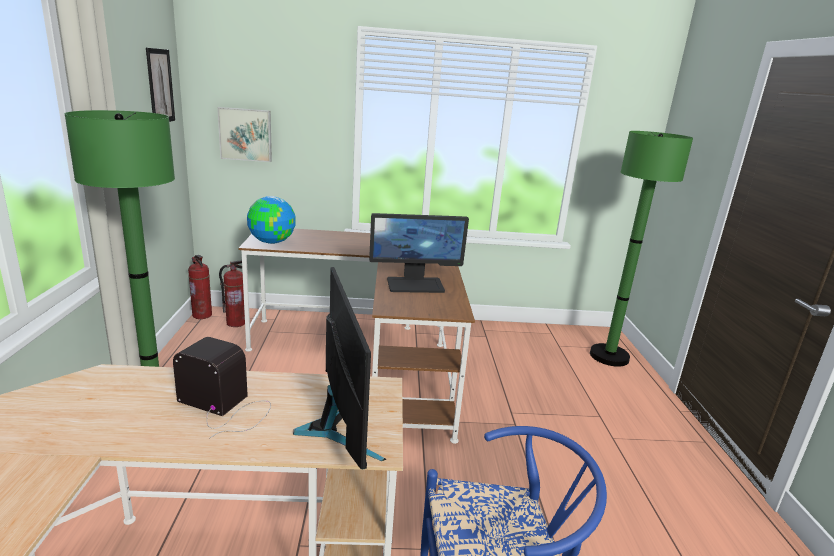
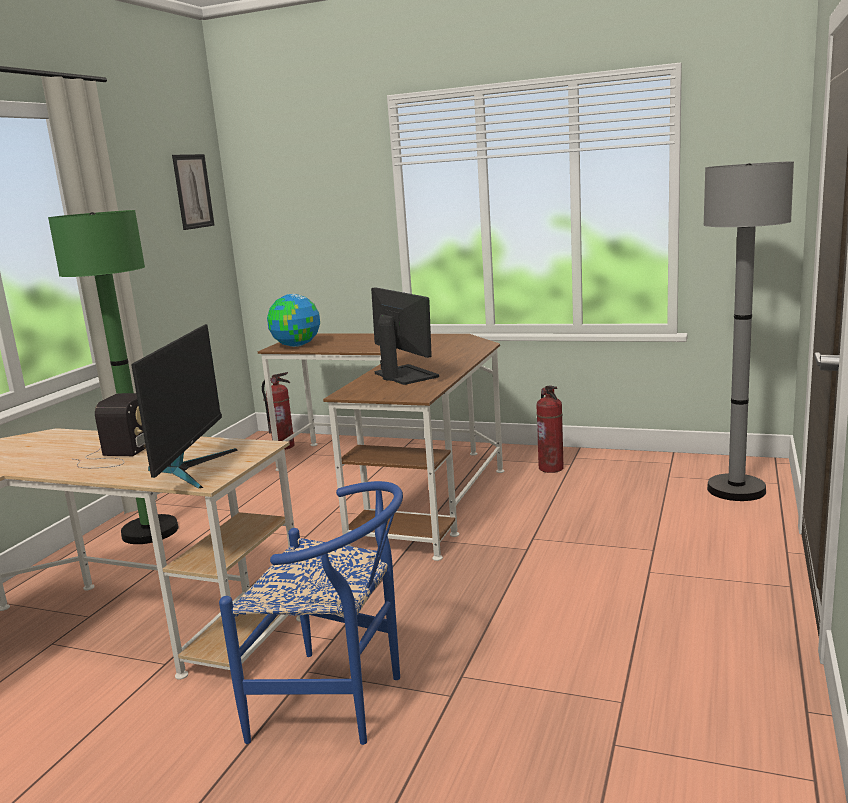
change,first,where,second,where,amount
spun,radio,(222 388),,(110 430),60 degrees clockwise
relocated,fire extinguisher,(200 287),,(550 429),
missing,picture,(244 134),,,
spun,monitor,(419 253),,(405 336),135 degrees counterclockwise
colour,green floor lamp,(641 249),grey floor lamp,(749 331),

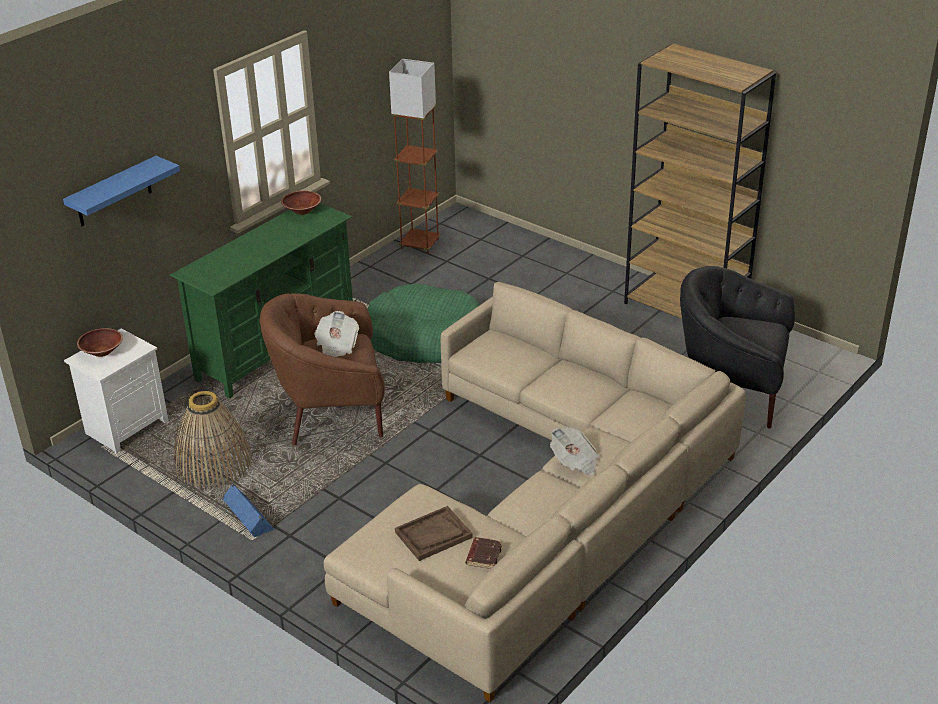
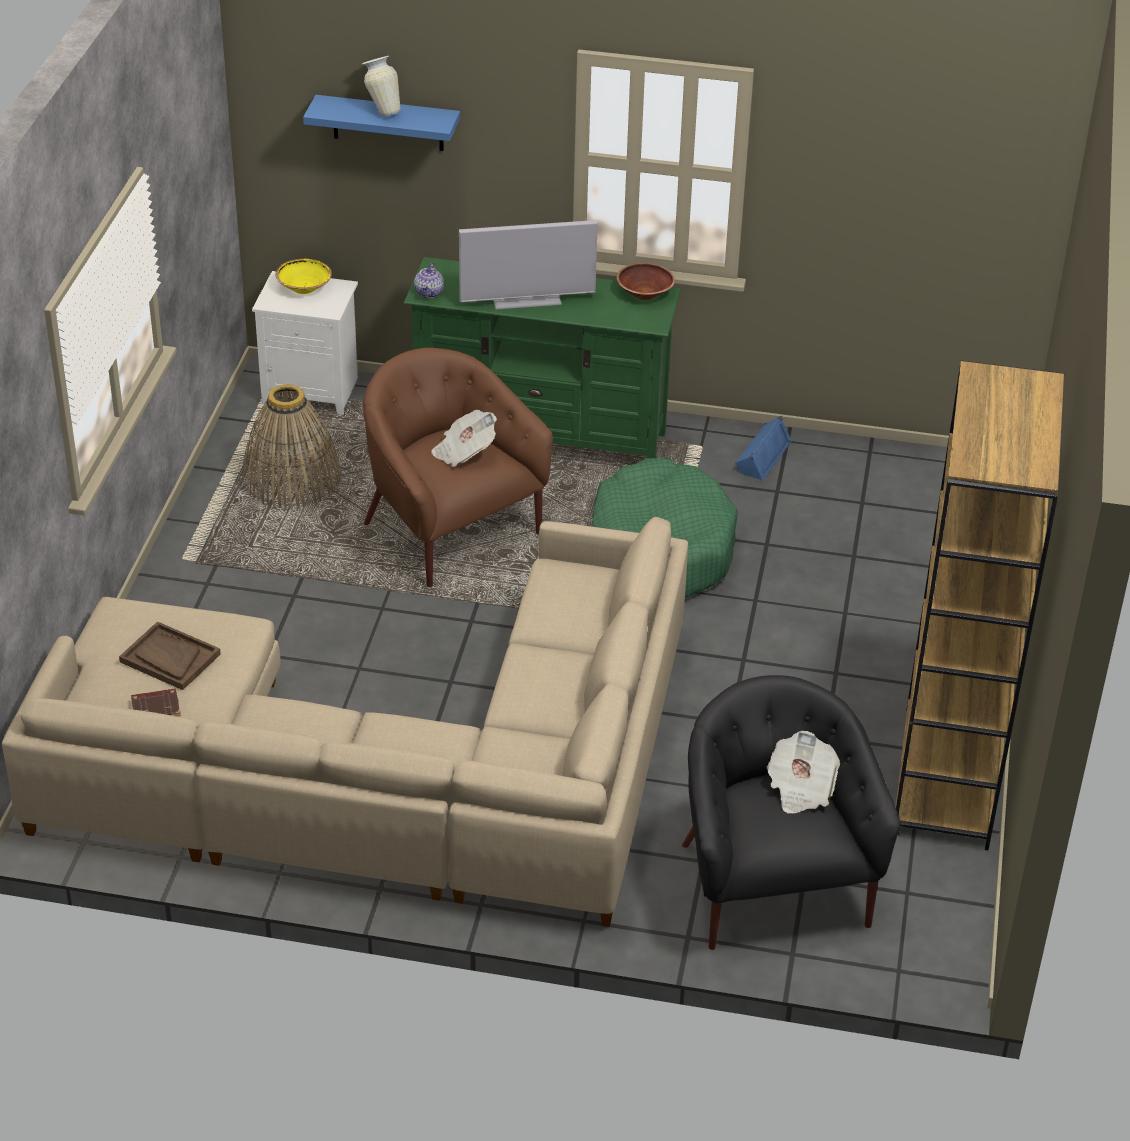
change,first,where,second,where,amount
colour,brown bowl,(100 342),yellow bowl,(304 276),
relocated,blue speaker,(248 510),,(763 448),
missing,brown floor lamp,(415 156),,,
relocated,newspaper,(575 451),,(803 772),
appeared,,,vase,(381 86),
appeared,,,teapot,(429 280),
appeared,,,television,(528 264),

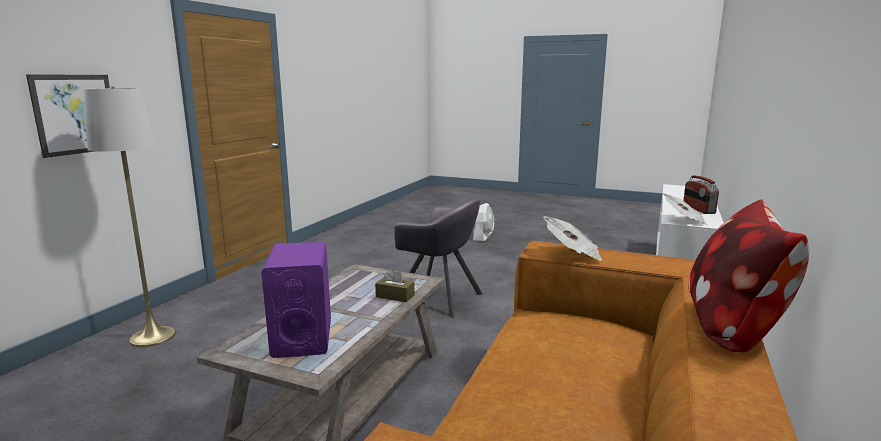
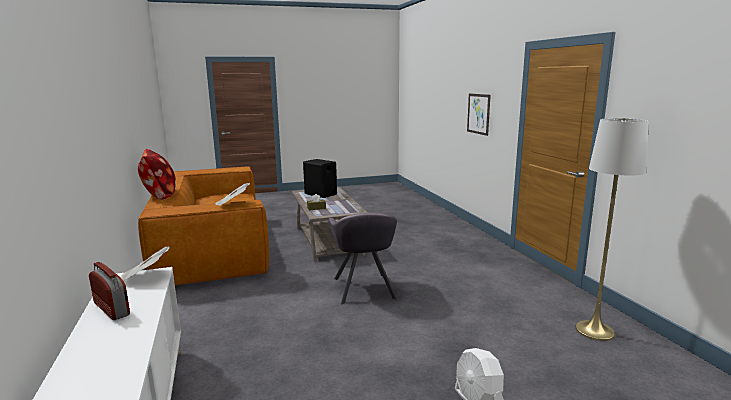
change,first,where,second,where,amount
relocated,white floor lamp,(130 217),,(612 229),
colour,purple speaker,(296 300),black speaker,(320 178),
spun,grey armchair,(438 258),,(362 258),90 degrees counterclockwise

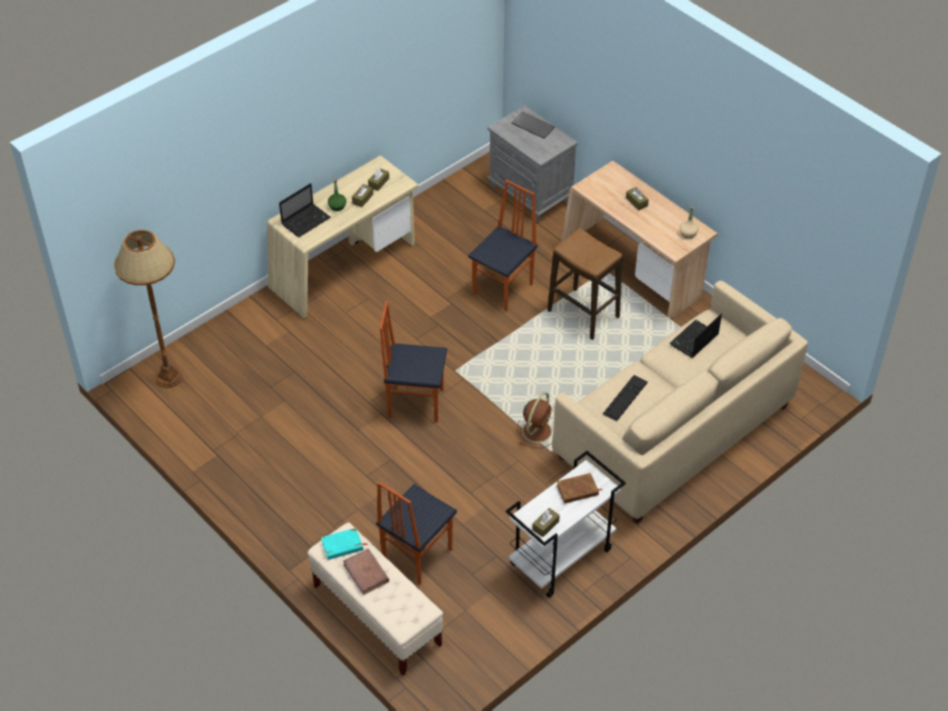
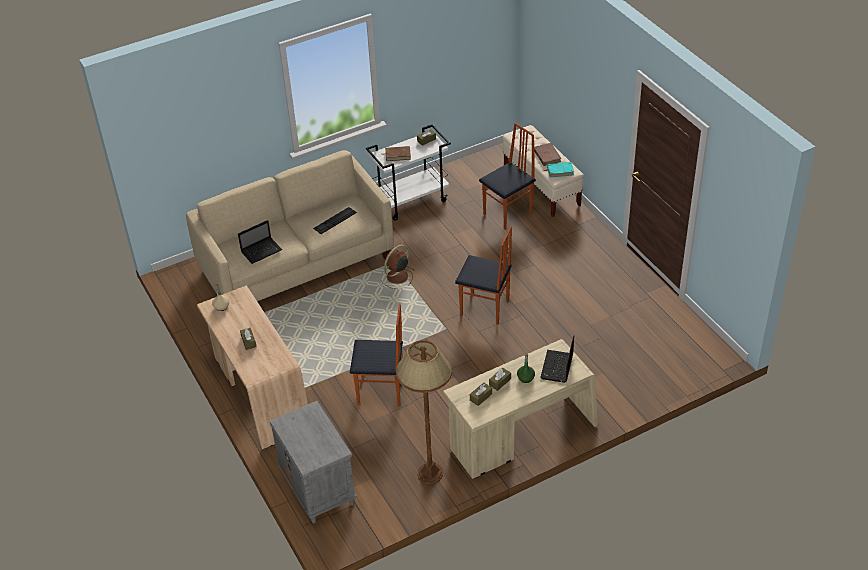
change,first,where,second,where,amount
relocated,brown floor lamp,(148 309),,(424 412),
spun,laptop,(304 210),,(557 359),45 degrees counterclockwise
spun,chair,(503 245),,(376 354),135 degrees counterclockwise
missing,keyboard,(533 125),,,
missing,stool,(585 284),,,

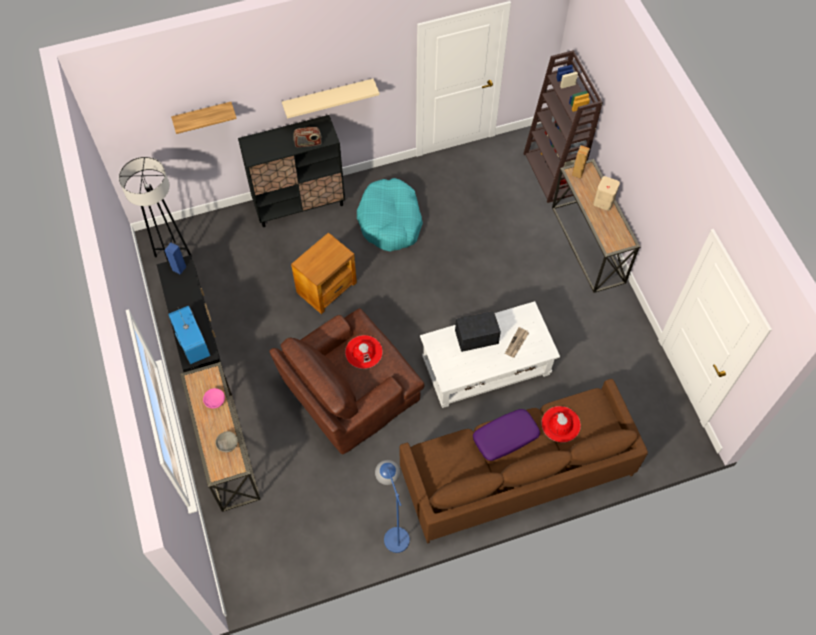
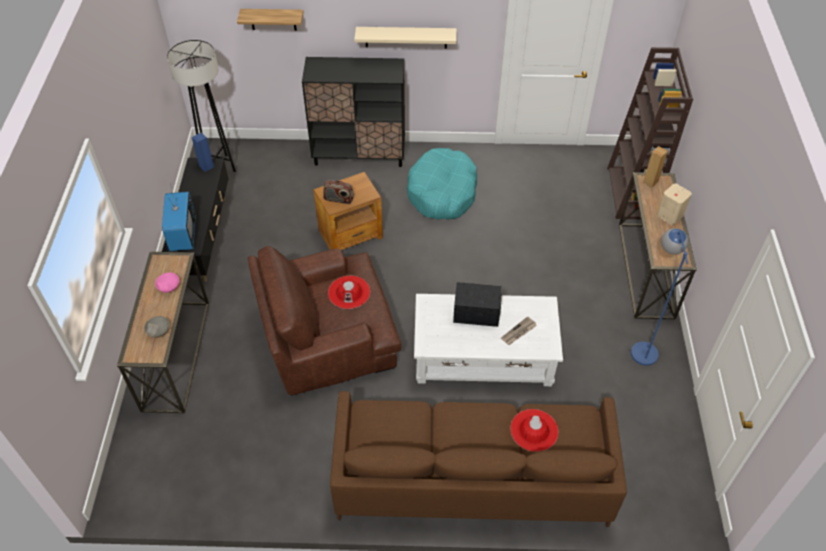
change,first,where,second,where,amount
relocated,radio,(307 137),,(338 192),
relocated,blue floor lamp,(392 506),,(660 297),
missing,purple pillow,(506 435),,,

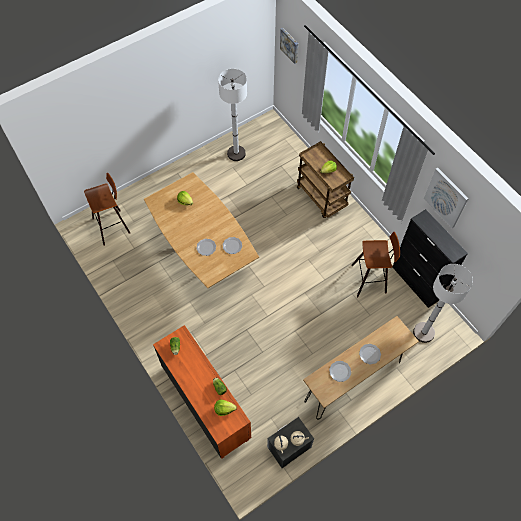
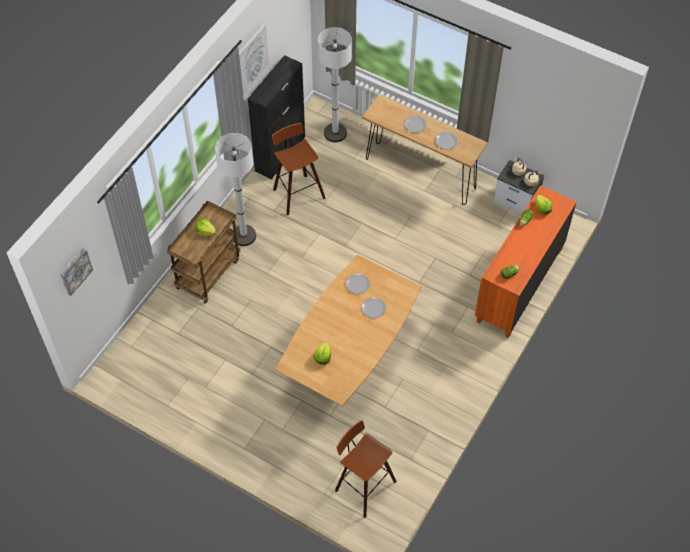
change,first,where,second,where,amount
relocated,white floor lamp,(232 115),,(235 189),

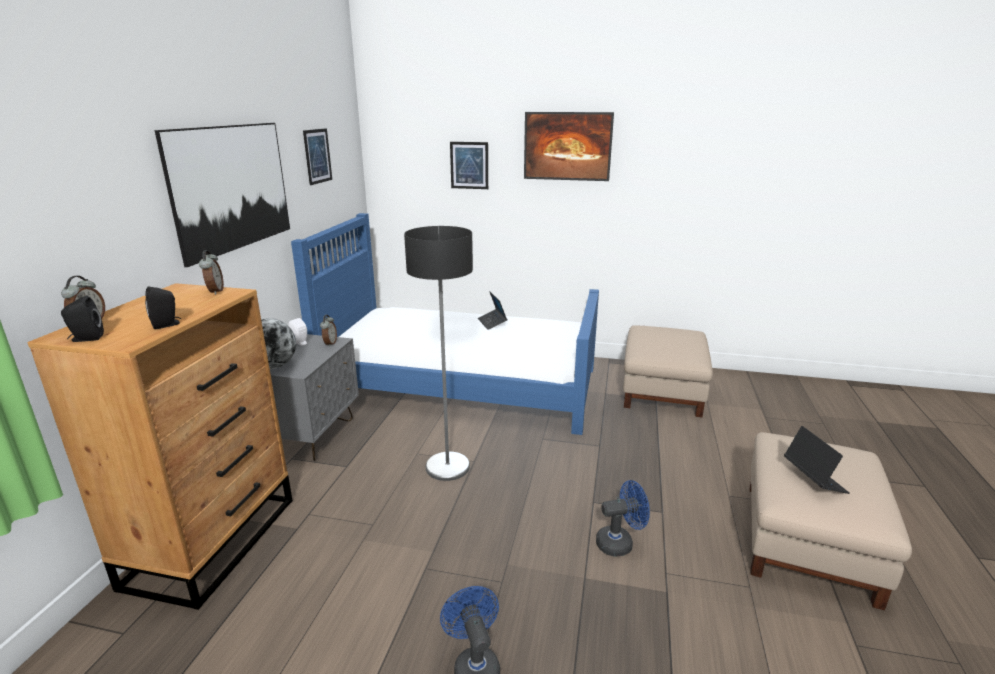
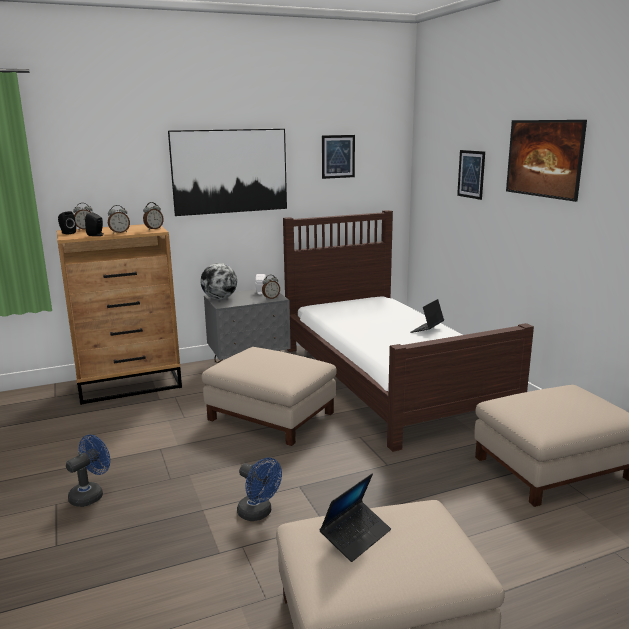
change,first,where,second,where,amount
colour,blue bed,(445 324),brown bed,(408 331),
exchanged,floor lamp,(438 353),beige ottoman,(269 396),
appeared,,,alarm clock,(119 219),

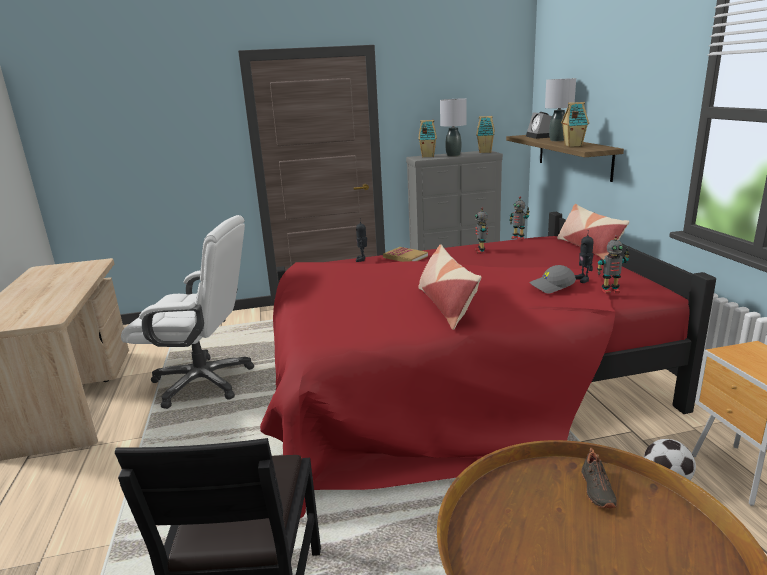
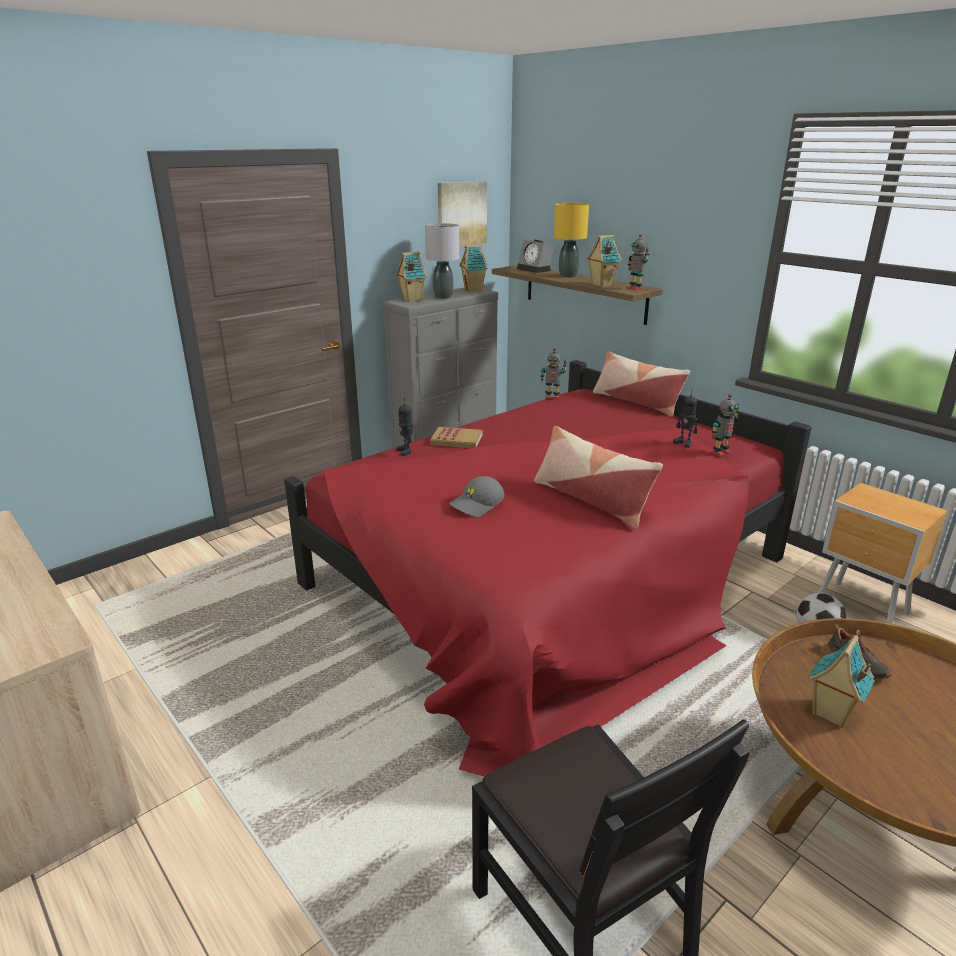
change,first,where,second,where,amount
missing,white office chair,(187 312),,,
relocated,toy robot,(481 230),,(638 262),
relocated,grey cap,(552 279),,(476 496),
colour,grey table lamp,(560 109),yellow table lamp,(571 240),
appeared,,,picture,(462 213),
appeared,,,toy house,(841 681),

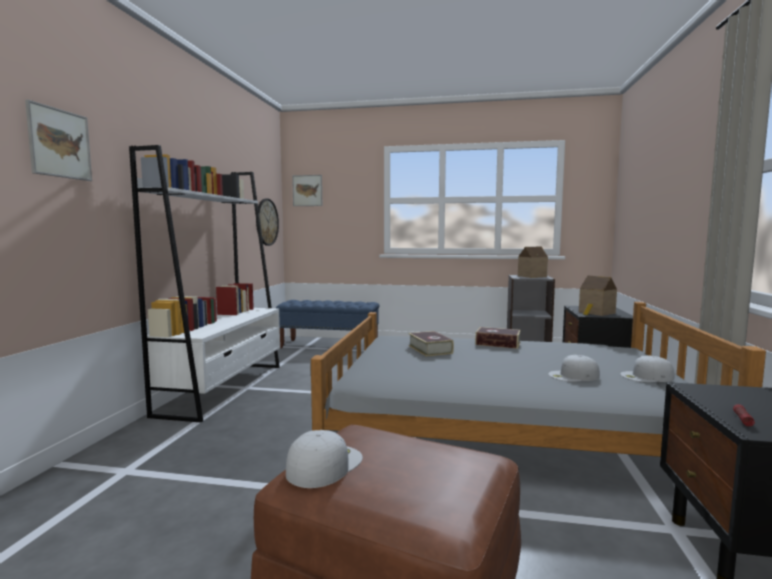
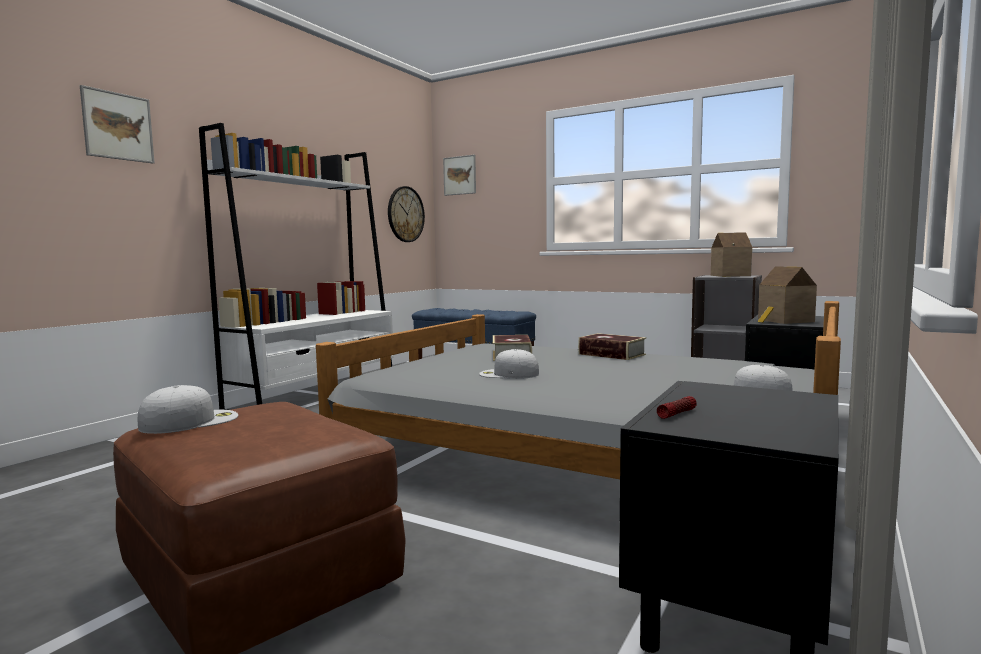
change,first,where,second,where,amount
relocated,white cap,(574 368),,(509 364),

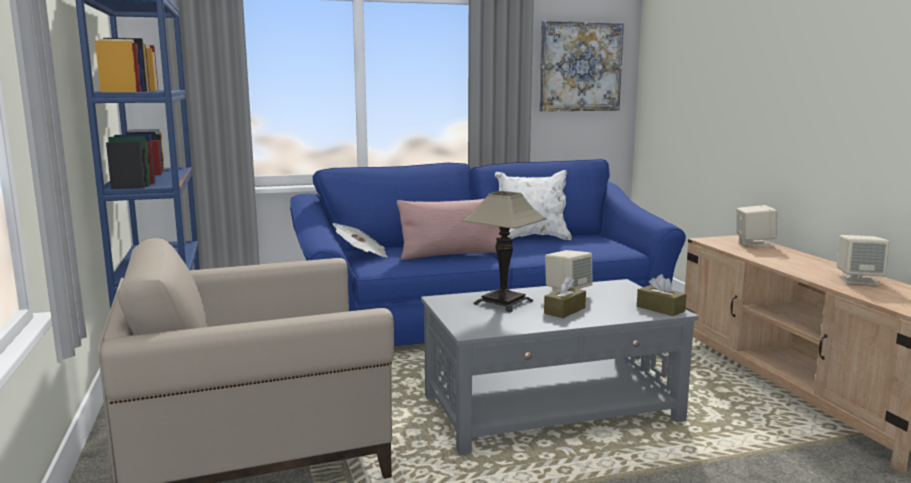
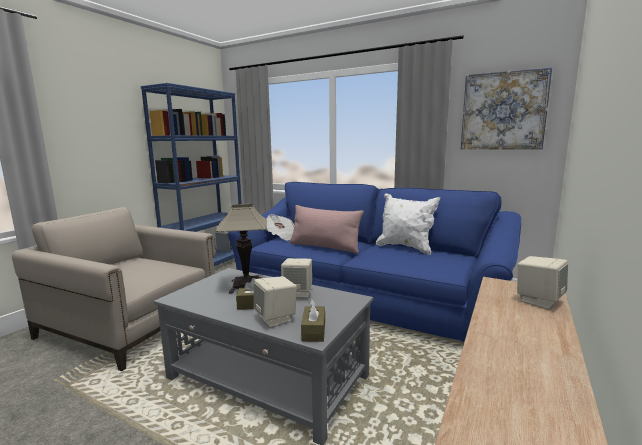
change,first,where,second,where,amount
relocated,beige speaker,(863 260),,(275 302),

